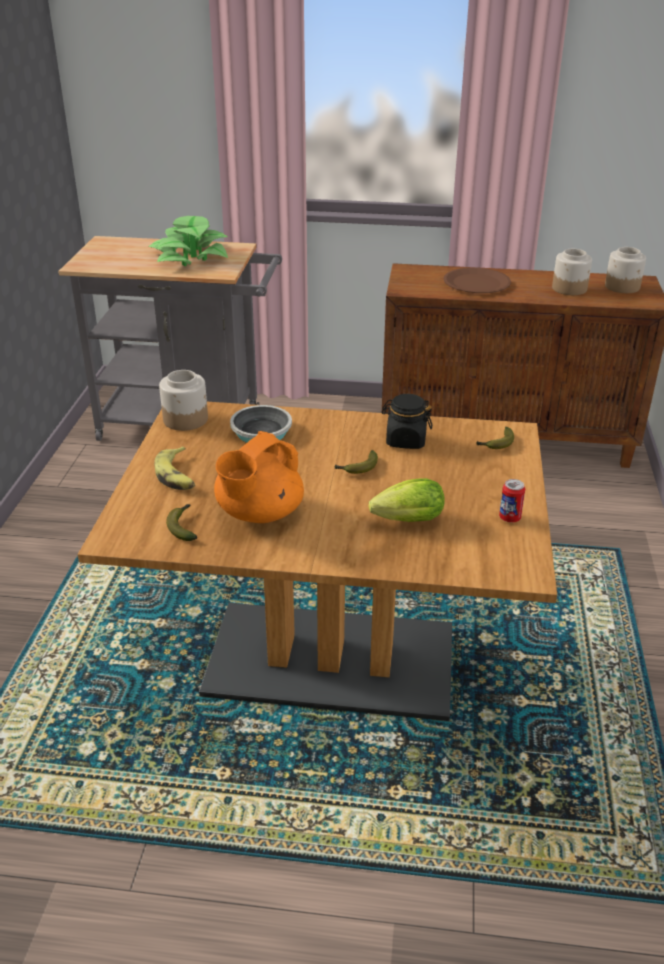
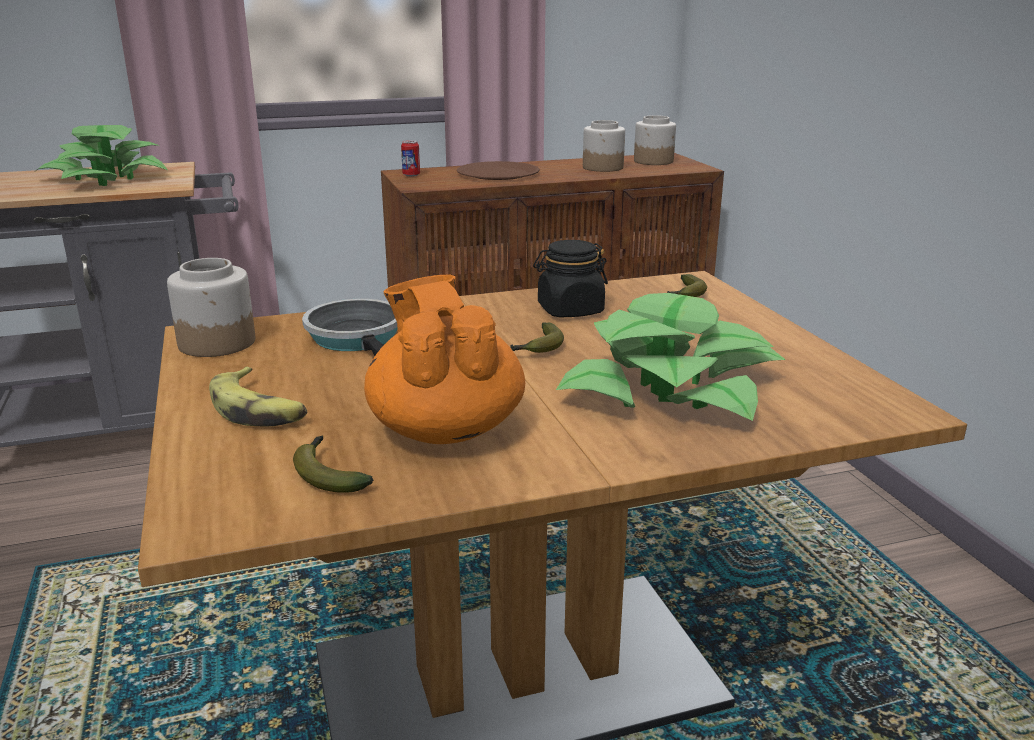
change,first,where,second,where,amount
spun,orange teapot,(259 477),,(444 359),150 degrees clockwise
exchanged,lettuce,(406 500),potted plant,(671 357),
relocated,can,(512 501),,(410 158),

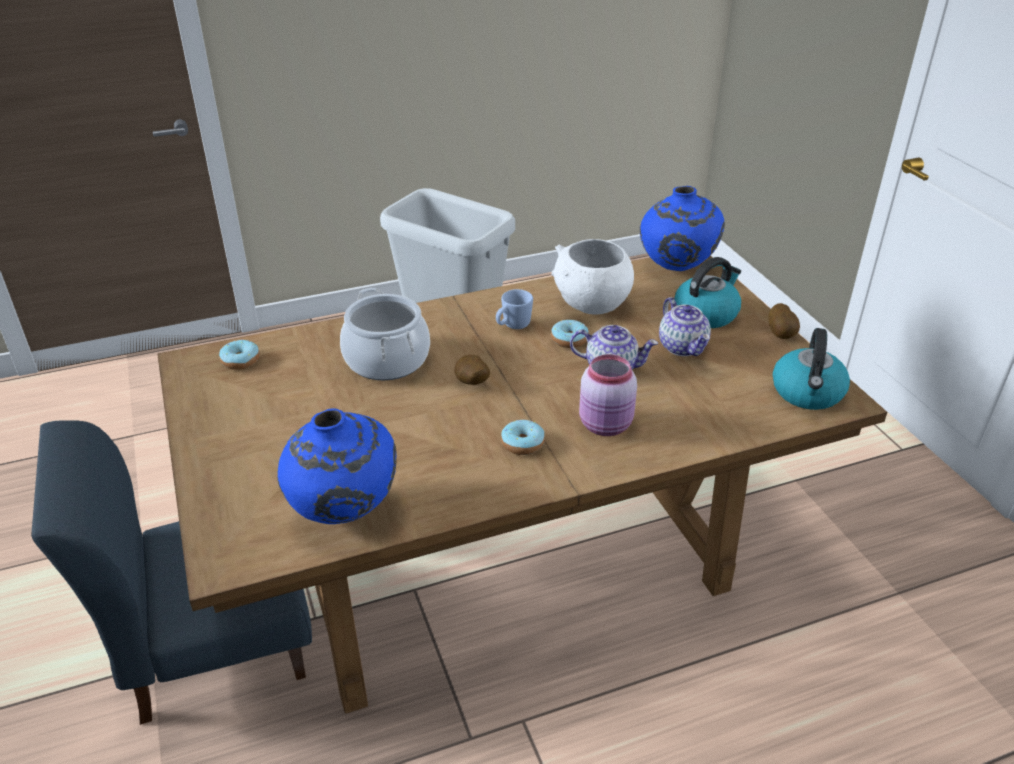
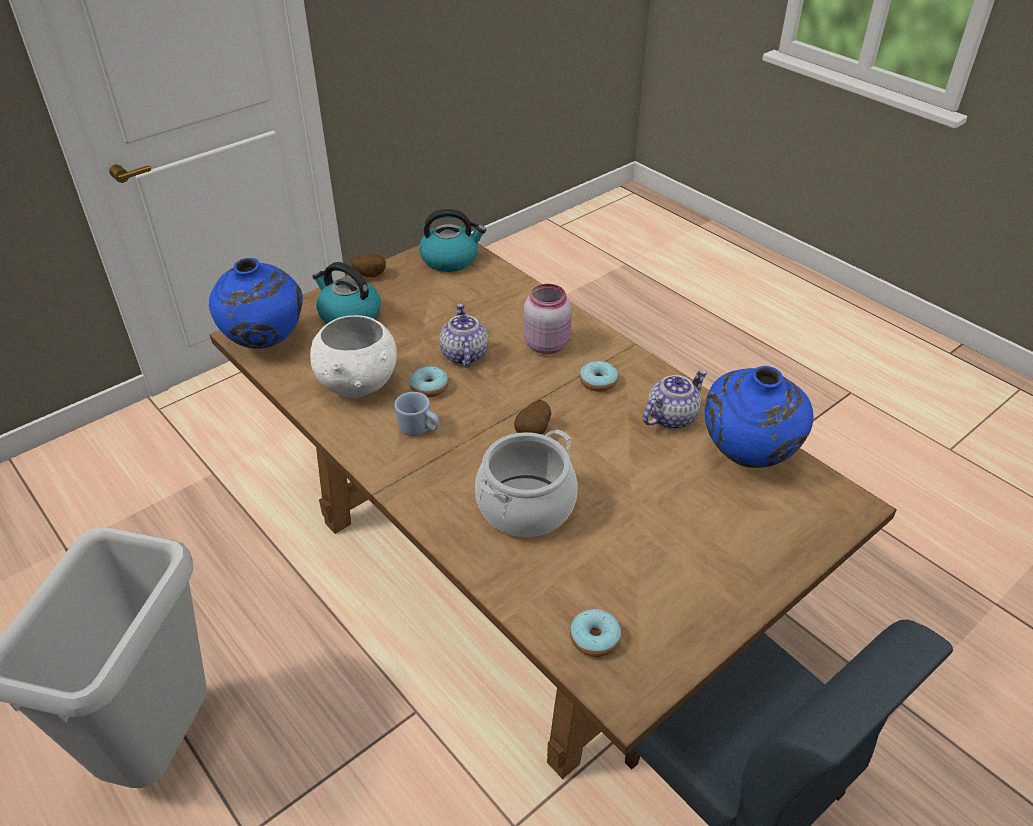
change,first,where,second,where,amount
relocated,teapot,(685 326),,(675 399),

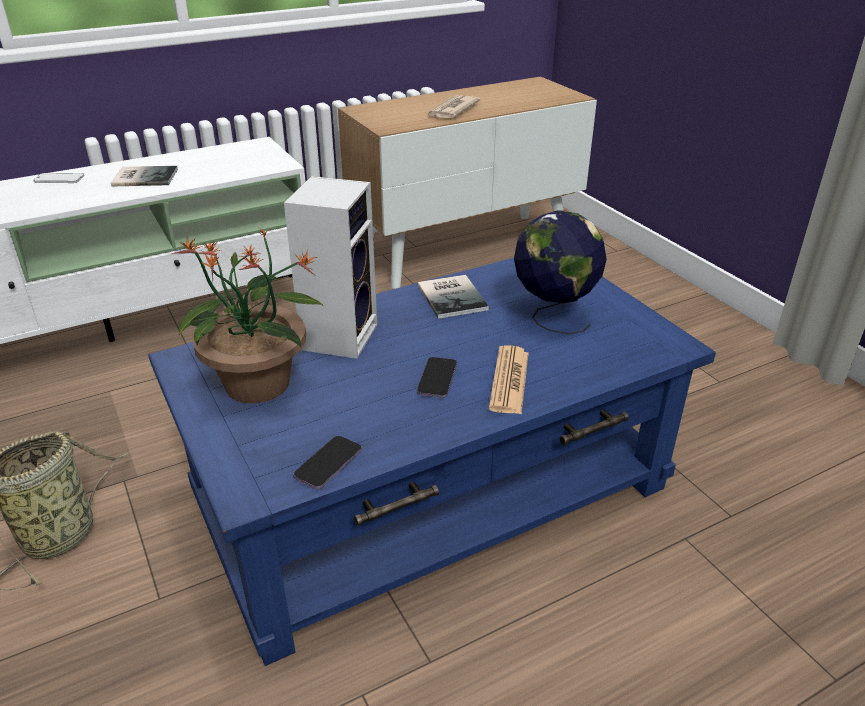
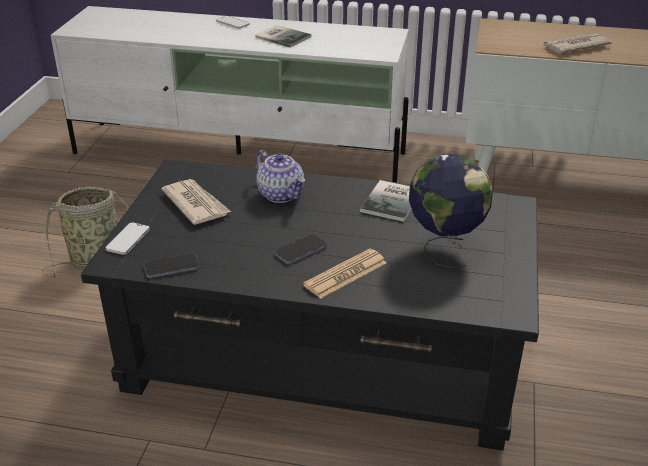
change,first,where,second,where,amount
colour,blue coffee table,(432 462),black coffee table,(310 304),
exchanged,potted plant,(248 315),newspaper,(196 202),
exchanged,speaker,(330 267),teapot,(280 176),
appeared,,,phone,(127 238),

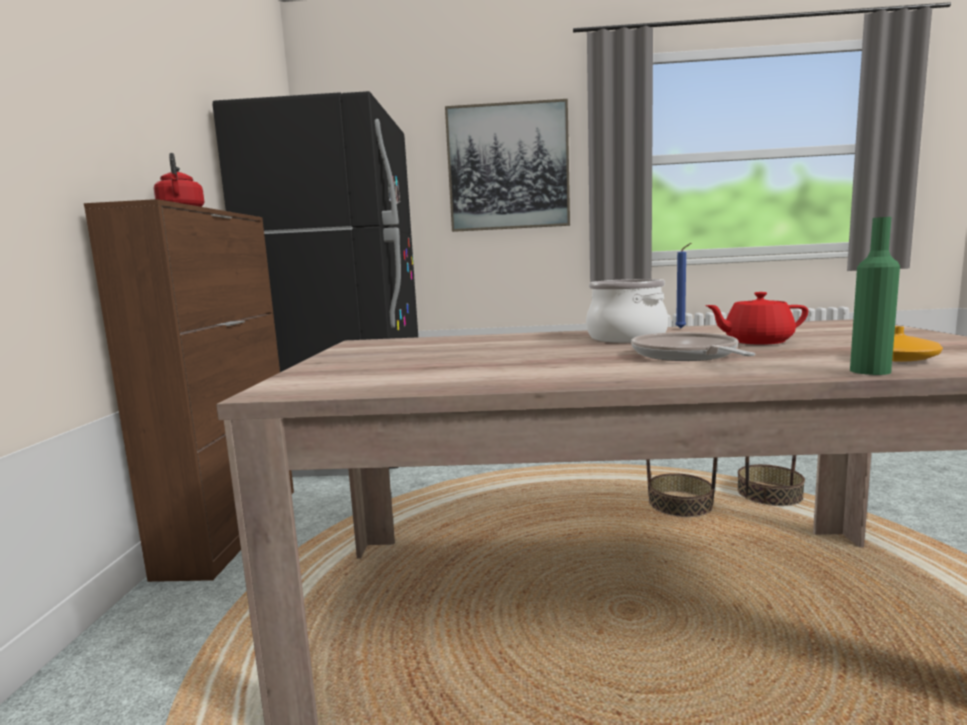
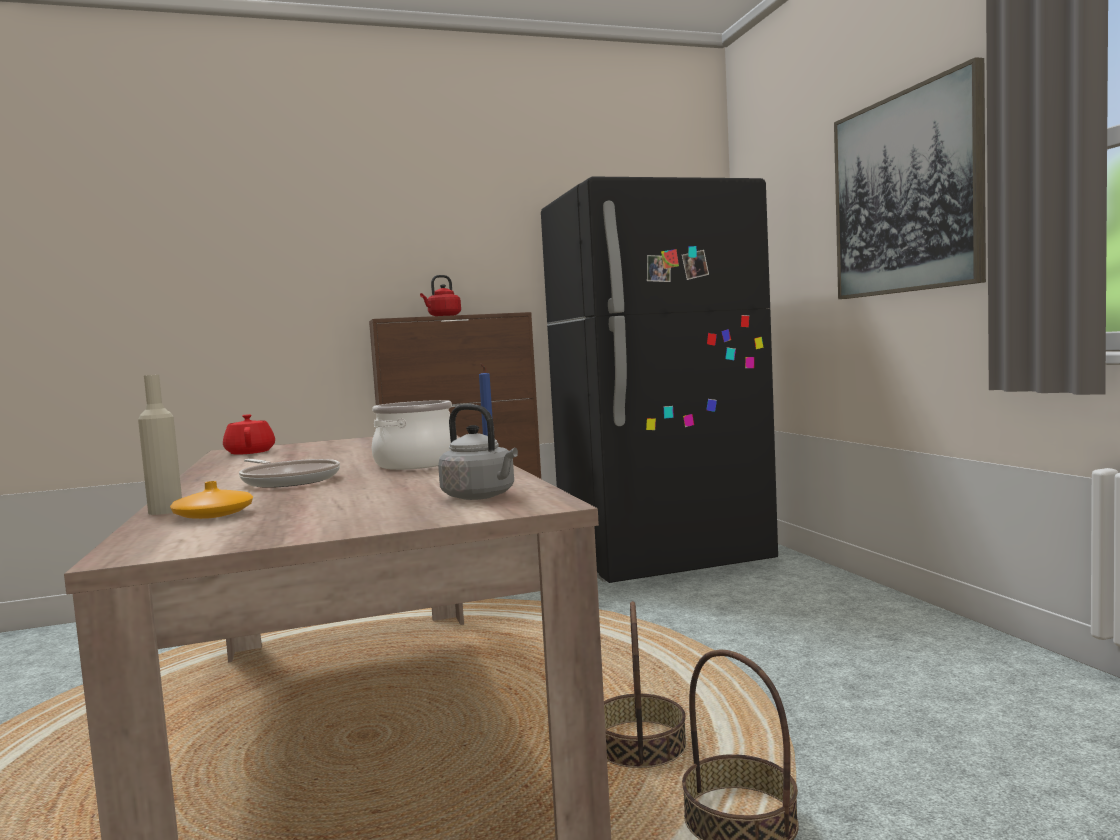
change,first,where,second,where,amount
spun,frying pan,(693 346),,(289 473),75 degrees clockwise
relocated,red teapot,(756 318),,(249 434),
colour,green bottle,(875 296),beige bottle,(160 445),
appeared,,,grey kettle,(478 452),

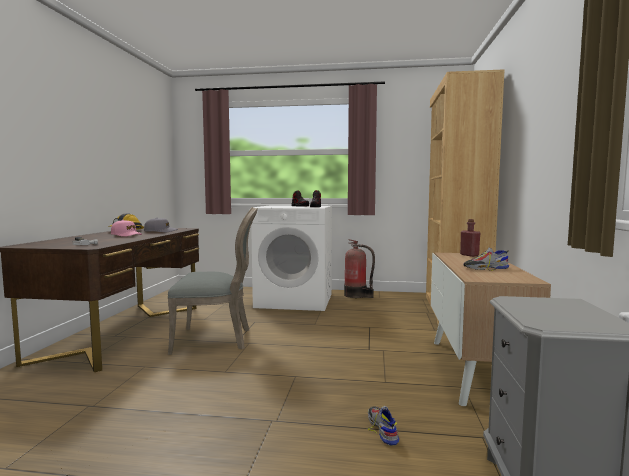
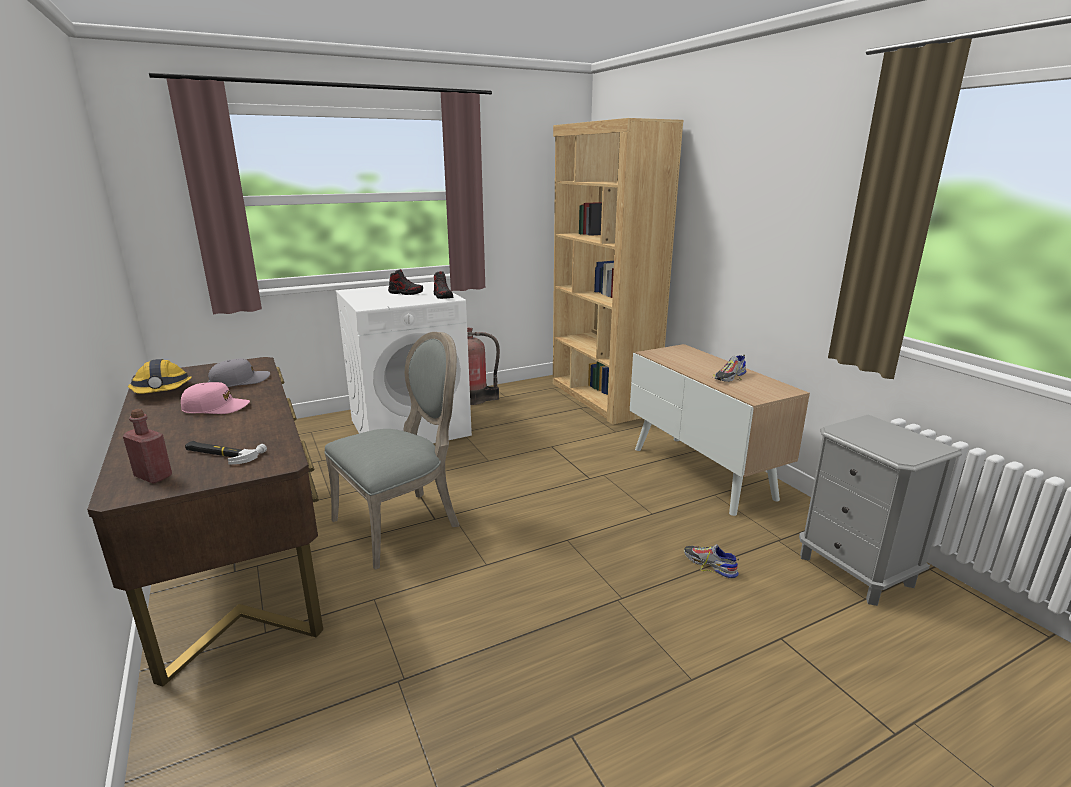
change,first,where,second,where,amount
relocated,red bottle,(470 238),,(147 446),

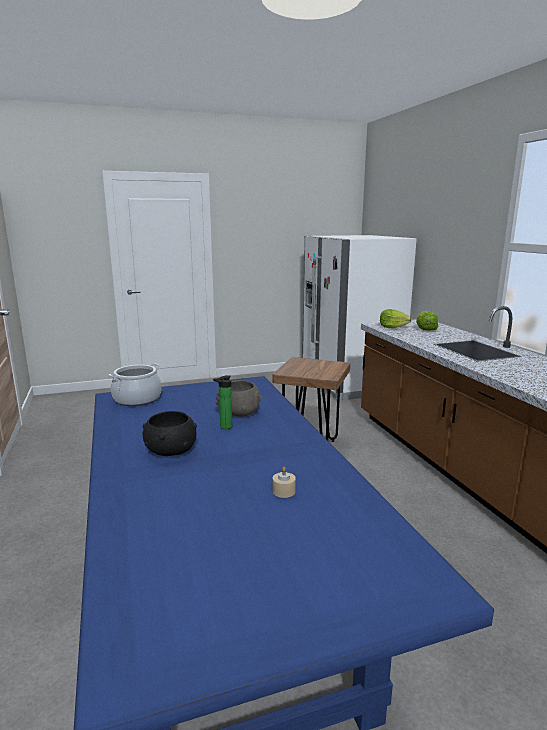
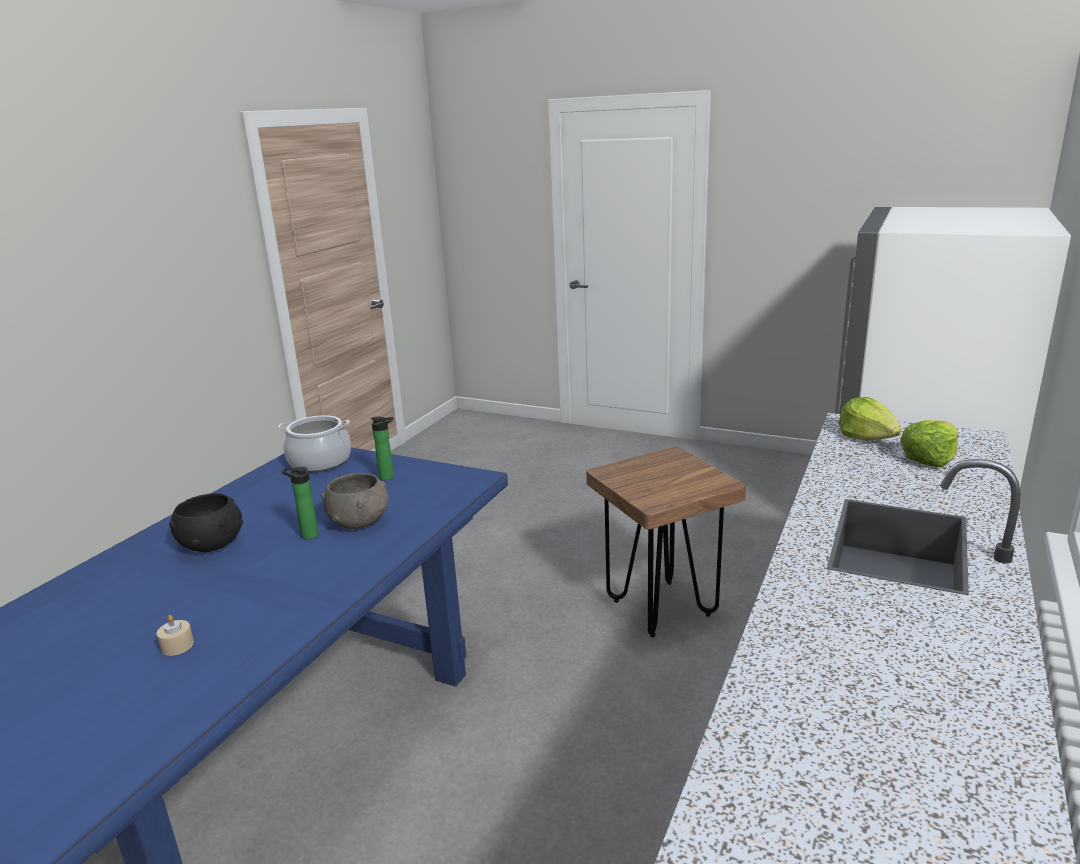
change,first,where,second,where,amount
appeared,,,bottle,(382 448),

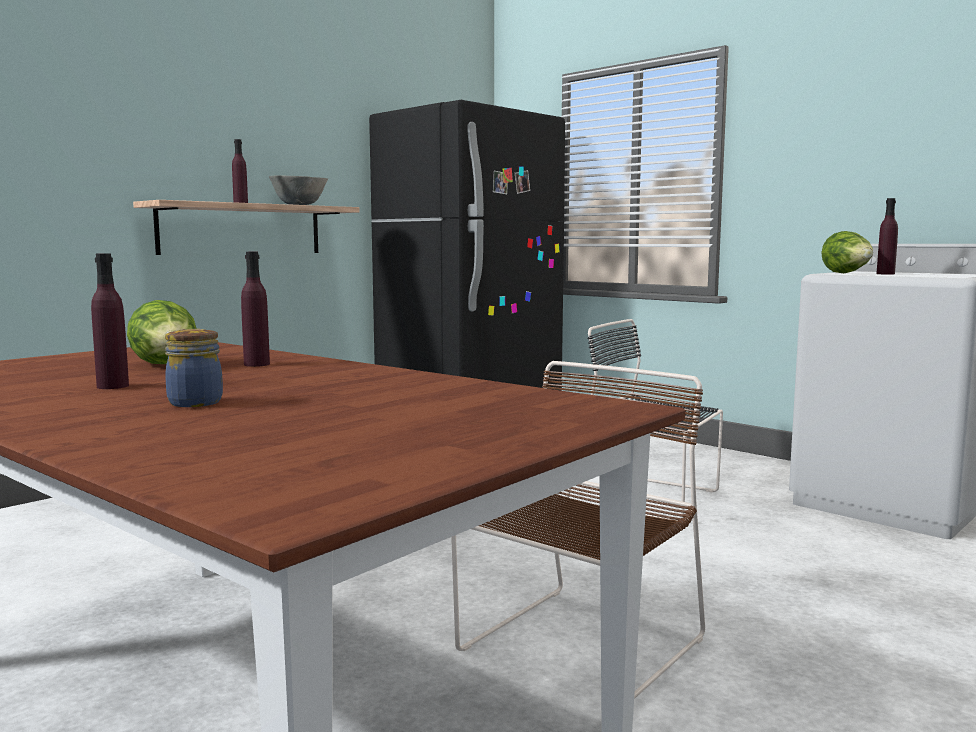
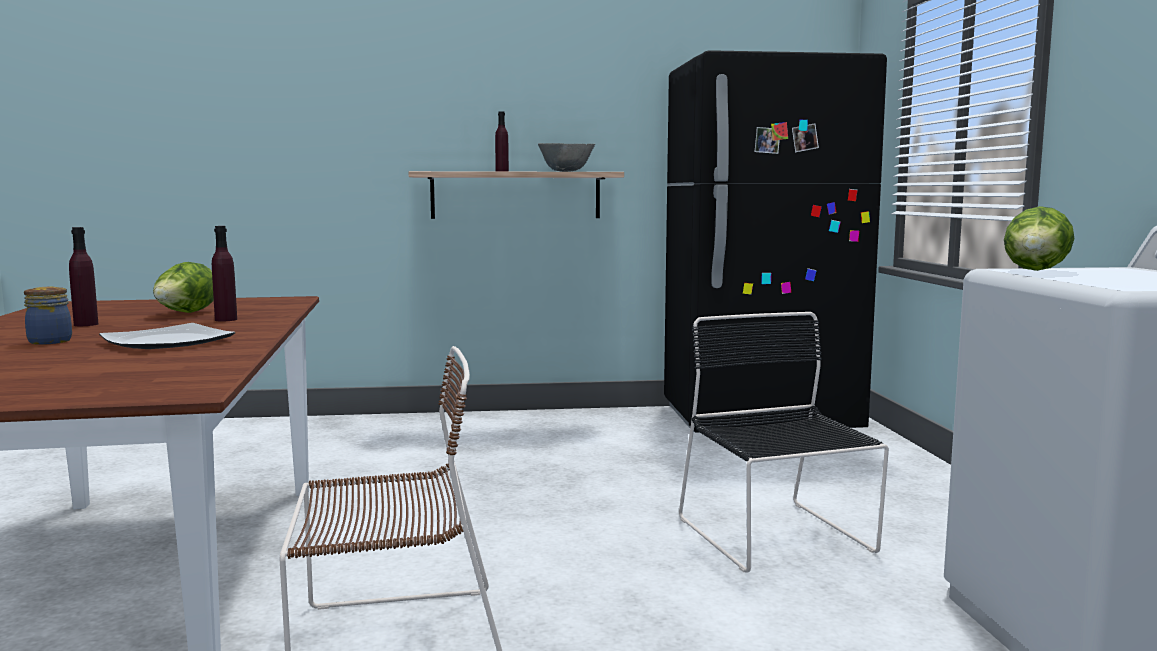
change,first,where,second,where,amount
missing,purple bottle,(887 236),,,
appeared,,,plate,(167 336),

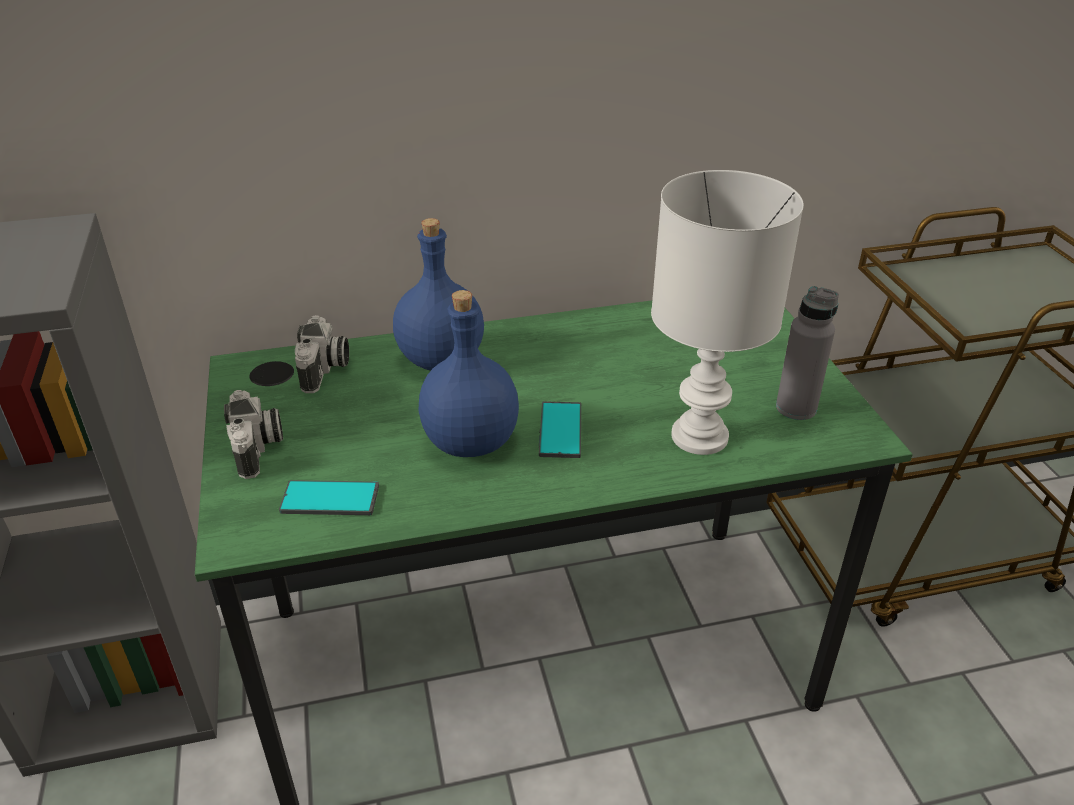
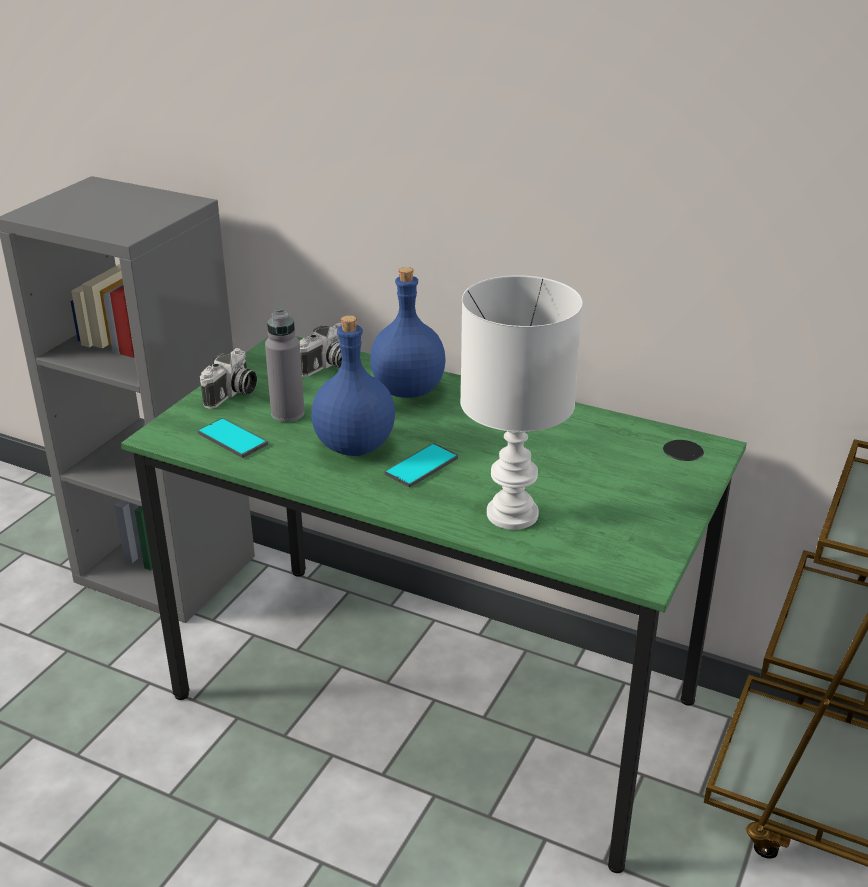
change,first,where,second,where,amount
relocated,grey bottle,(807 353),,(285 365),

